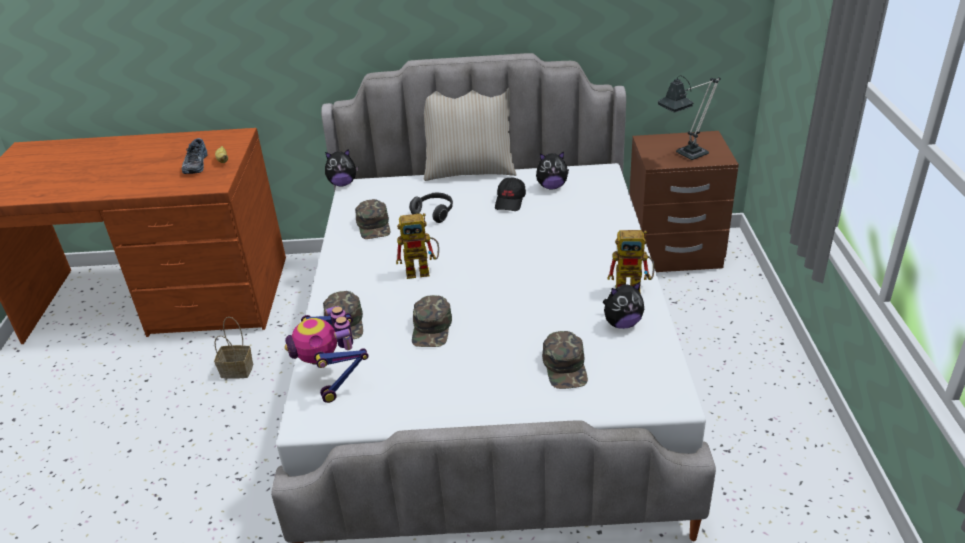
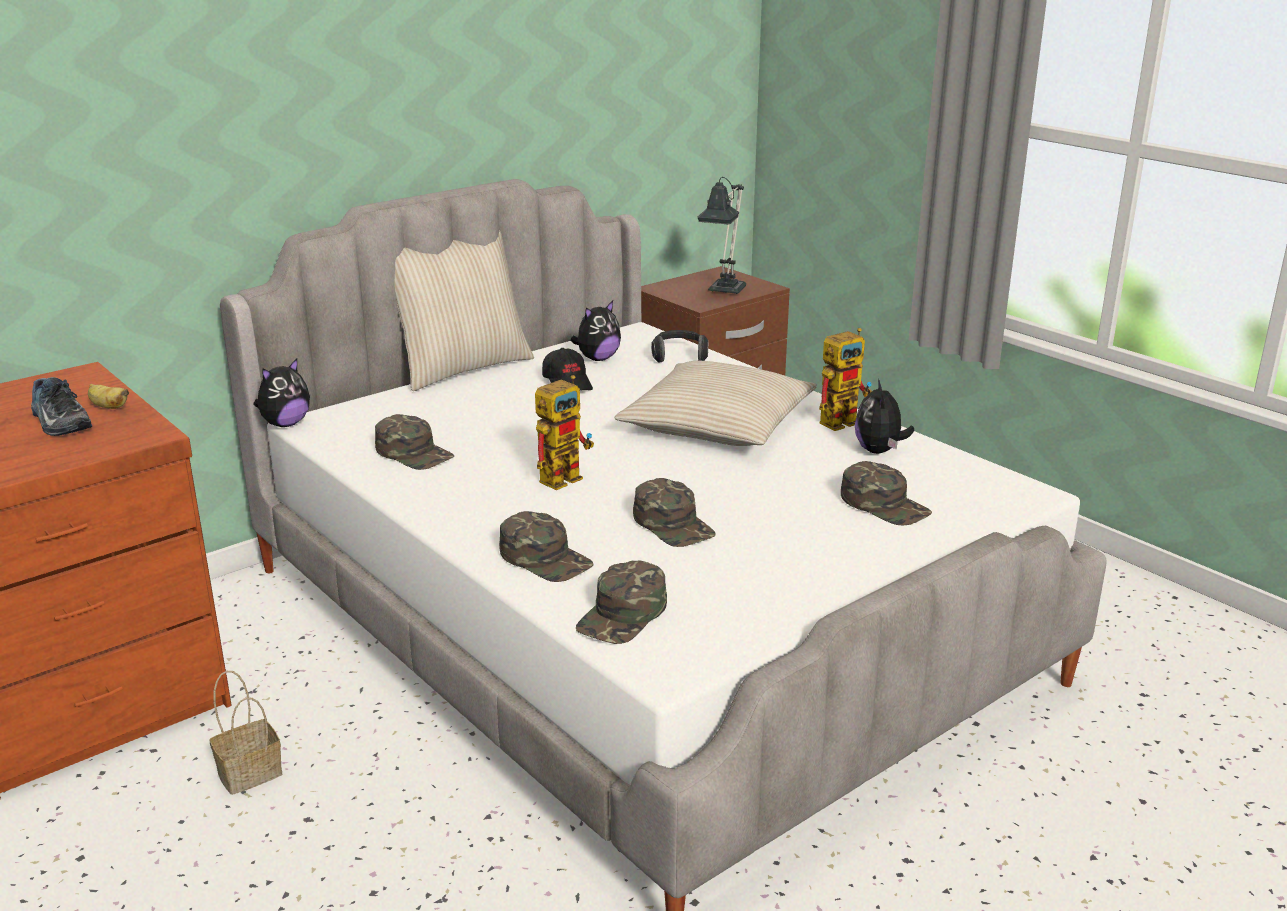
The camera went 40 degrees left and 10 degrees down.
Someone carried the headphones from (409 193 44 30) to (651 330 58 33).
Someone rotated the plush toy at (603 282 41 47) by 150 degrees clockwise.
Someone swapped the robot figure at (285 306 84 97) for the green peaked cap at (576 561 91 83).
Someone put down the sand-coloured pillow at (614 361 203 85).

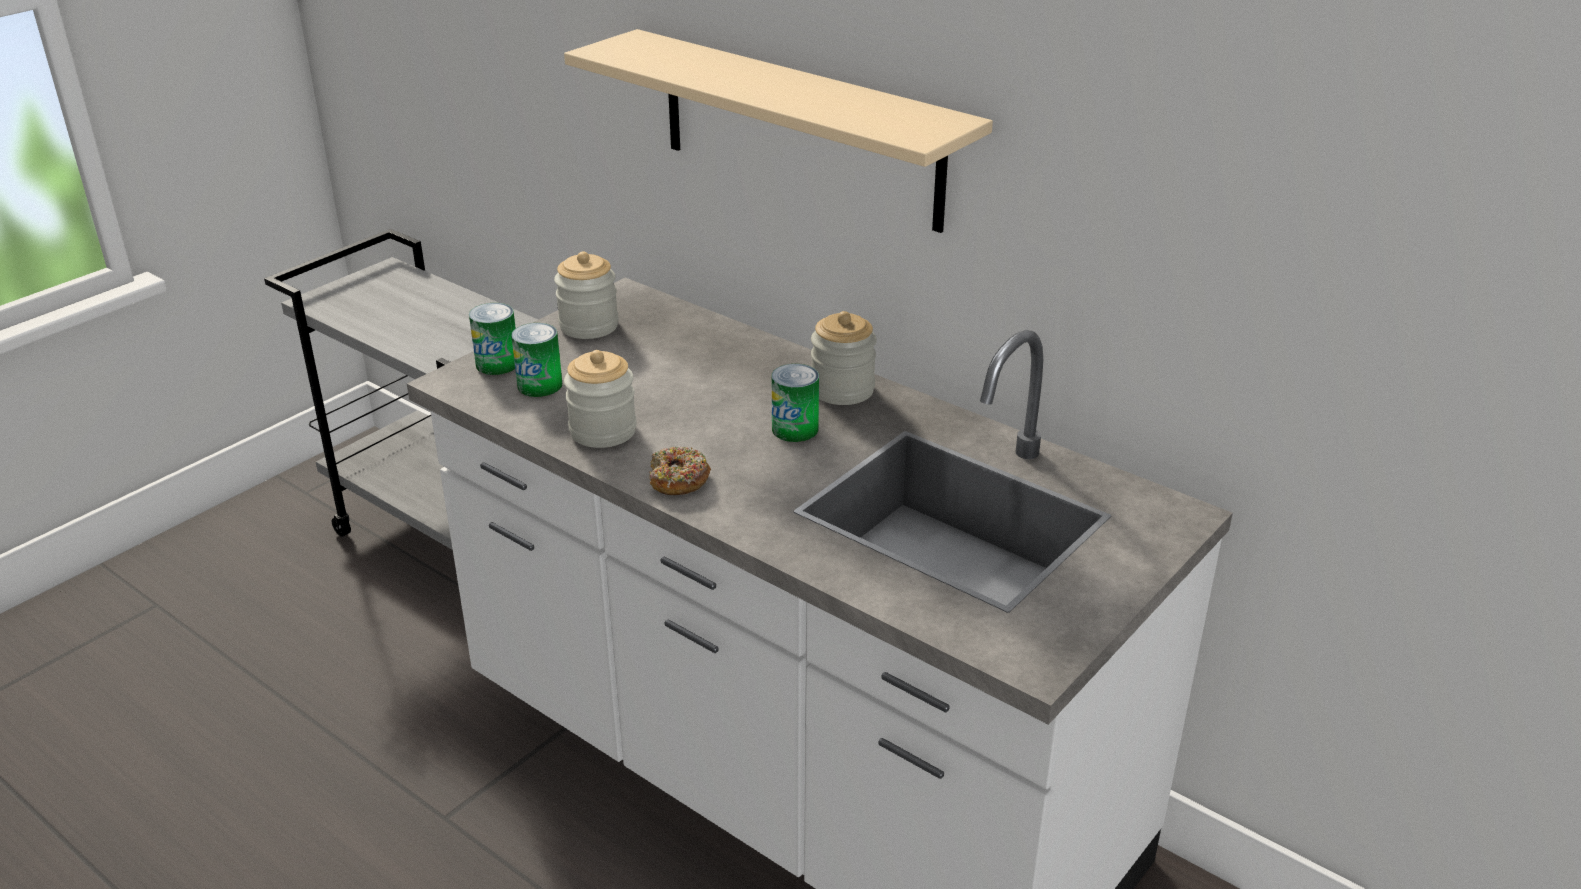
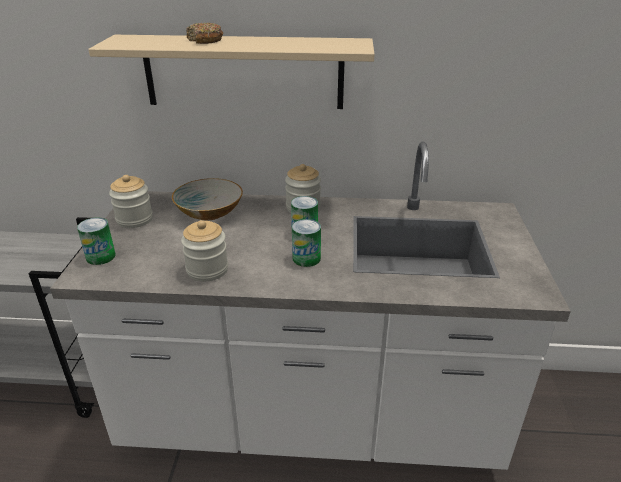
The camera went 35 degrees left and 0 degrees up.
Someone carried the sealed can from (511 323 51 74) to (292 219 29 48).
Someone carried the ring doughnut from (649 446 62 49) to (186 22 37 22).
Someone put down the deep dish at (172 178 71 42).

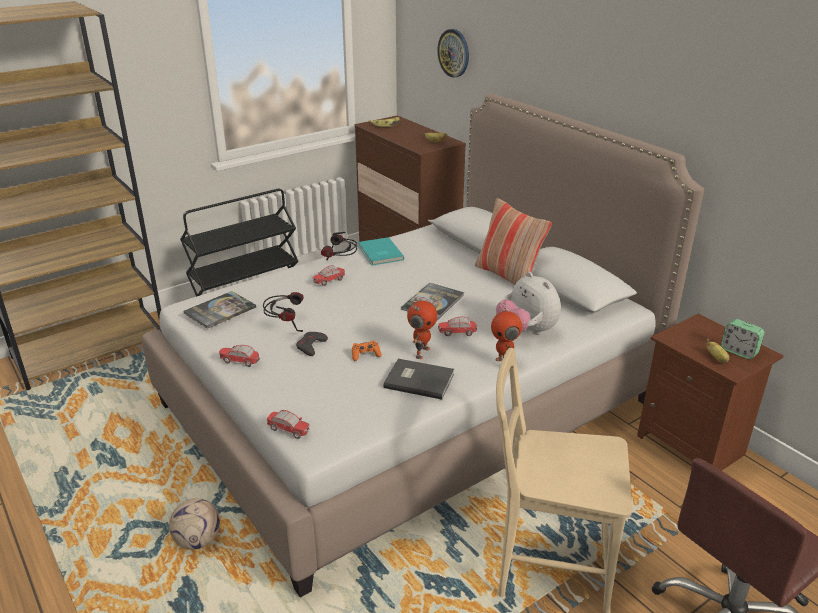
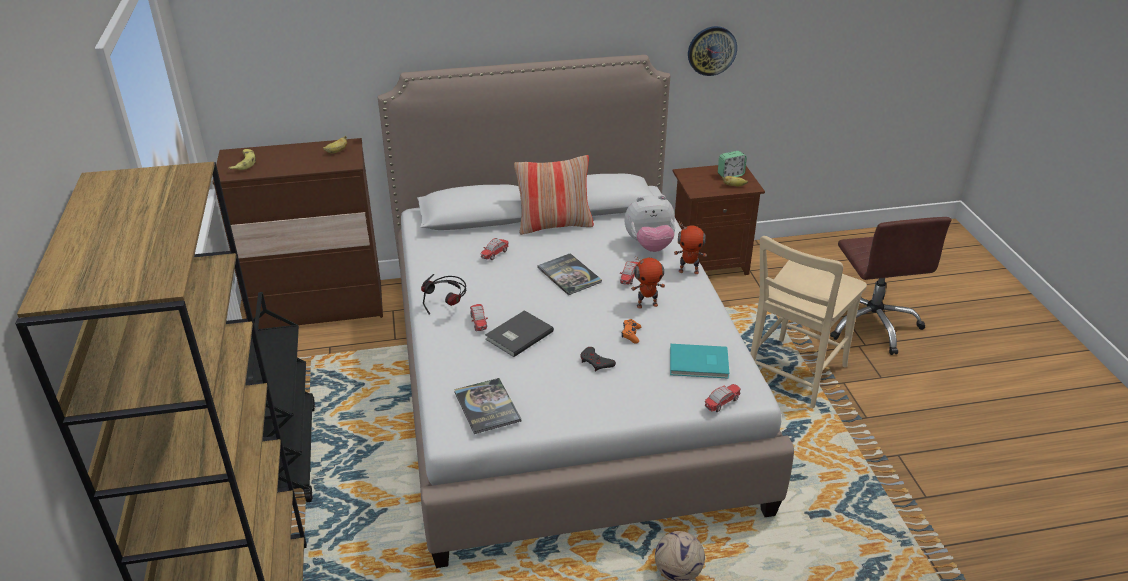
The camera went 65 degrees left and 5 degrees up.
Someone carried the clock on the wall from (437 29 32 48) to (688 26 49 50).
Someone carried the turquoise book from (358 237 46 29) to (670 344 59 35).
Someone took away the headphones at (263 292 41 40).
Someone rotated the robot figure at (407 301 30 58) by 120 degrees clockwise.
Someone carried the model car from (219 345 41 22) to (480 238 28 22).
Someone carried the gray book from (384 359 70 40) to (485 310 69 47).

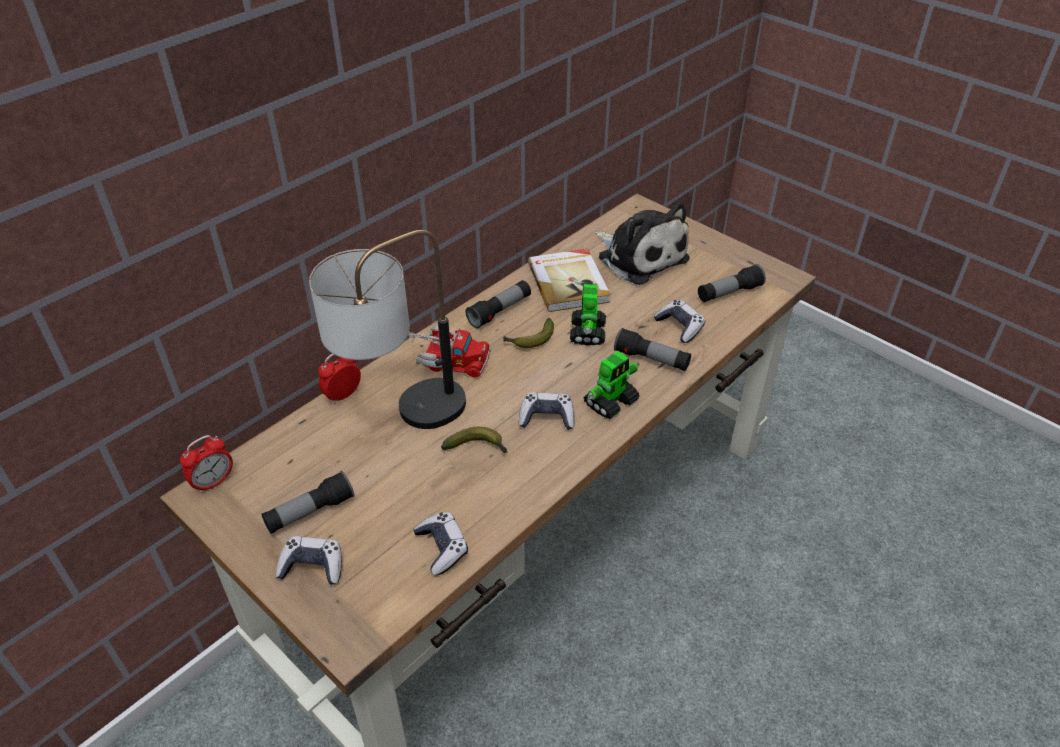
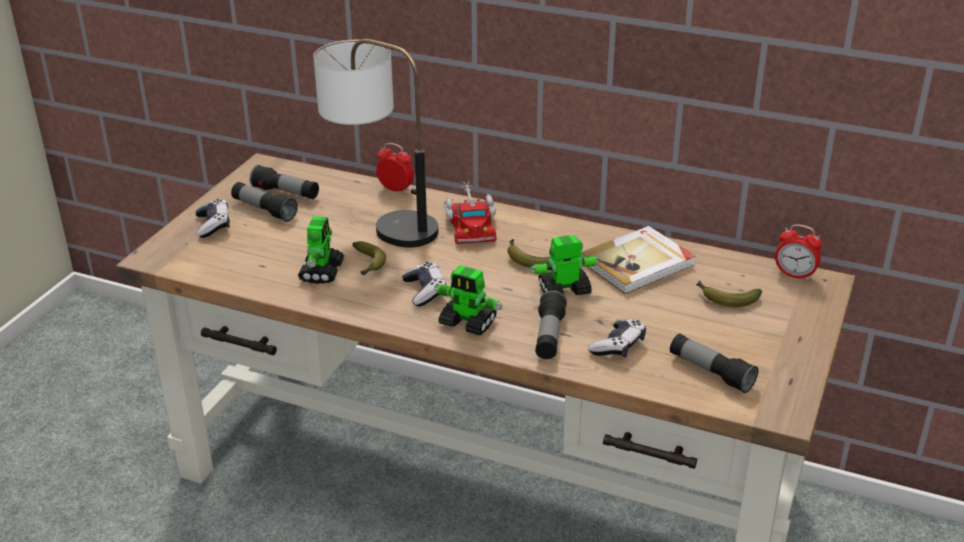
The camera went 70 degrees right and 10 degrees down.
Someone swapped the plush toy at (595 202 95 83) for the banana fruit at (696 281 66 26).
Someone carried the torch from (465 280 66 49) to (250 165 69 34).
Someone carried the bedside clock from (180 435 53 59) to (775 224 47 57).
Someone took away the gamepad at (413 512 55 63).
Someone put down the robot figure at (298 216 46 68).

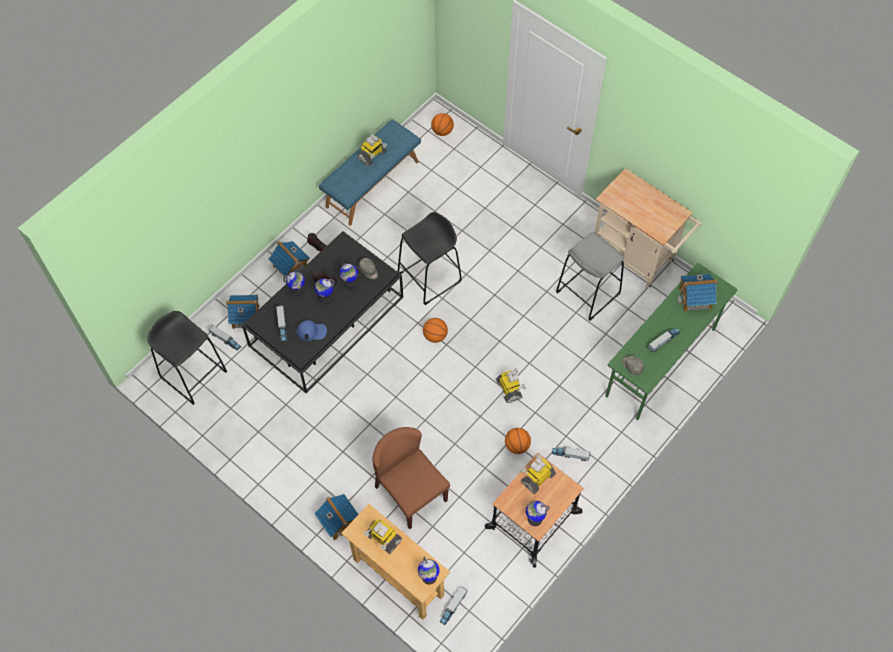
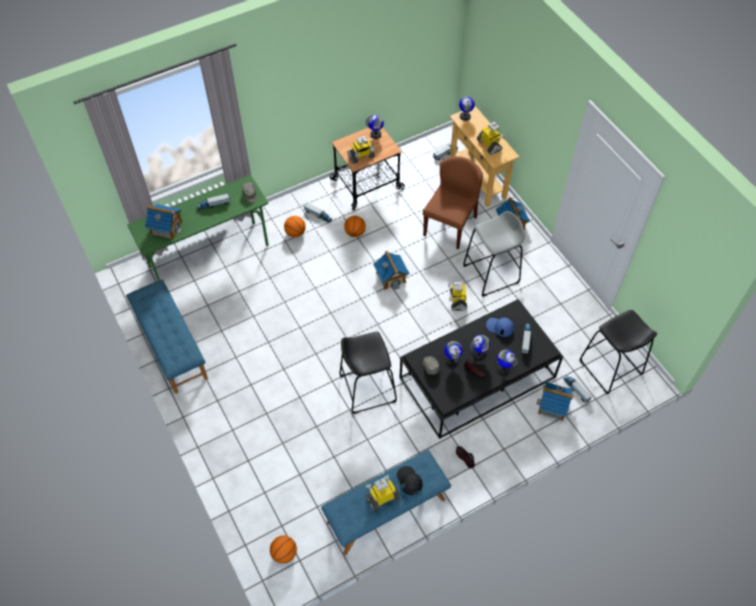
The camera went 160 degrees left and 5 degrees down.
Someone swapped the sand-coloured wheeled cart at (594 168 108 120) for the blue bench at (126 280 82 114).
Someone carried the gray sitting stool from (556 232 68 89) to (463 211 62 86).
Someone carried the model house from (269 241 41 37) to (373 251 37 39).
Someone carried the ball for basketball from (423 318 25 25) to (284 216 22 21).
Someone carried the robot figure from (496 368 30 35) to (448 282 19 29).
Someone rotated the brown-coloured upright chair at (373 427 77 102) by 135 degrees counterclockwise.
Someone put down the black peaked cap at (397 466 26 29).

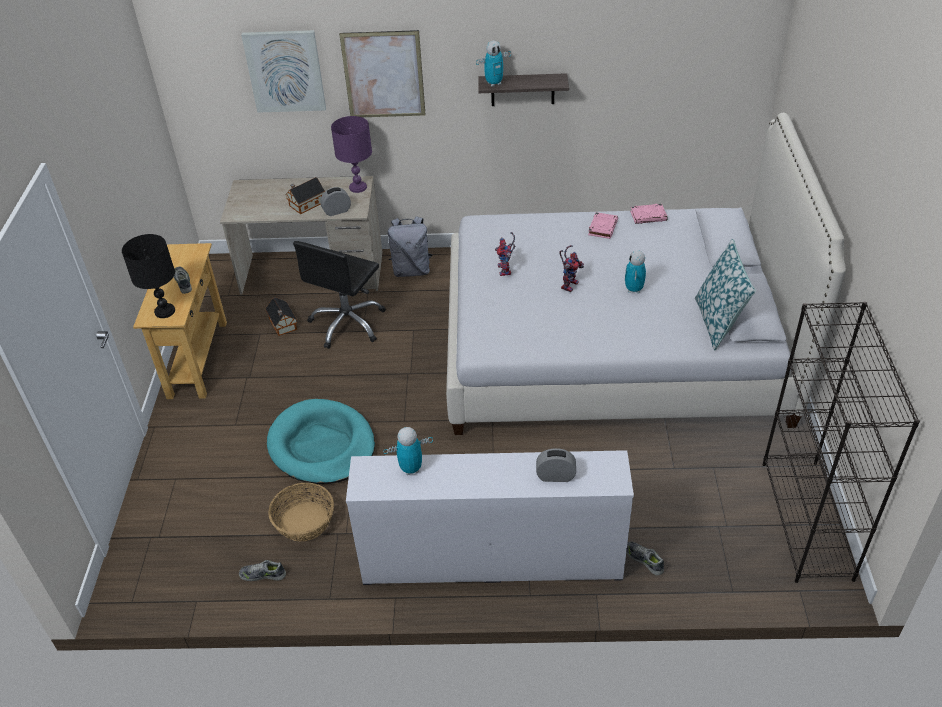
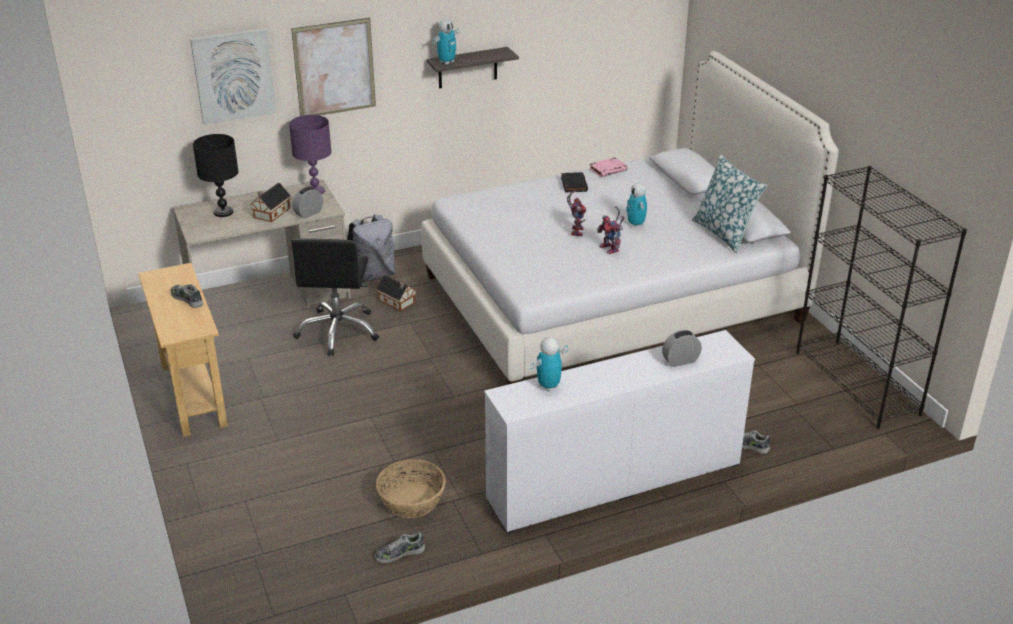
The camera went 25 degrees left and 10 degrees down.
Someone repainted the pinkish book at (588 212 30 27), which became the black book at (561 172 27 20).
Someone carried the robot figure from (495 232 20 44) to (597 206 28 48).
Someone carried the black lamp for a table from (122 234 53 84) to (193 134 45 83).
Someone carried the model house from (265 297 32 39) to (376 275 40 36).
Someone took away the turquoise dog cushion at (267 399 108 85).

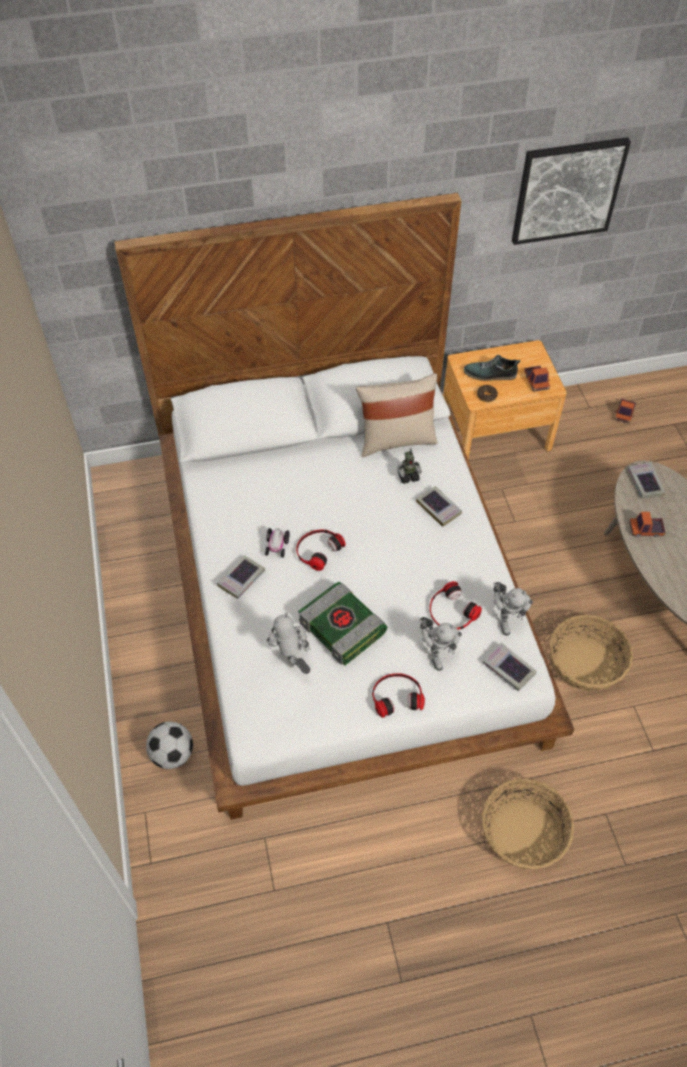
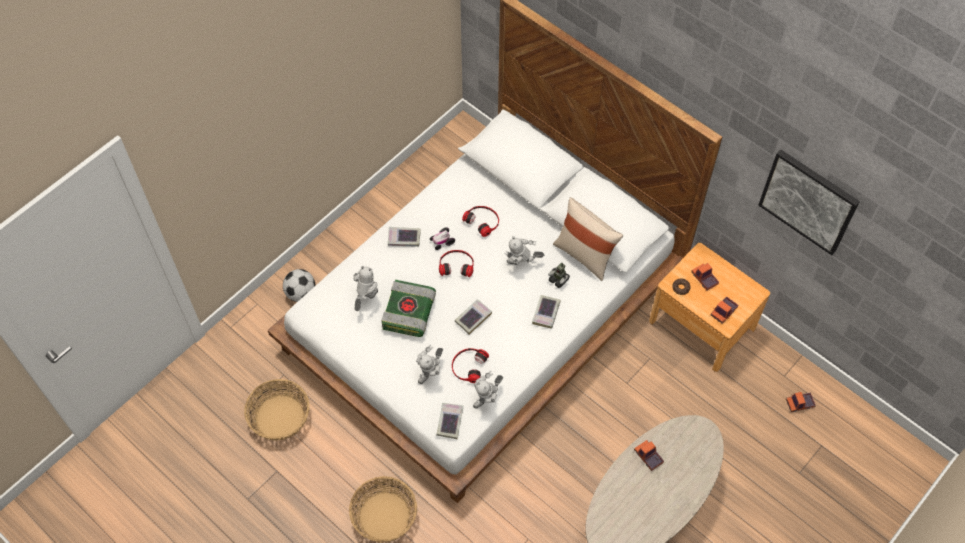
The camera went 55 degrees right and 5 degrees up.
Someone swapped the item of footwear at (464 355 56 26) for the model truck at (691 263 28 27).
Someone carried the book from (628 462 37 36) to (455 299 37 35).
Someone carried the basket from (550 615 83 76) to (244 379 66 62).
Someone carried the headphones from (372 673 53 45) to (462 206 37 31).
Someone put down the robot figure at (504 236 40 29).

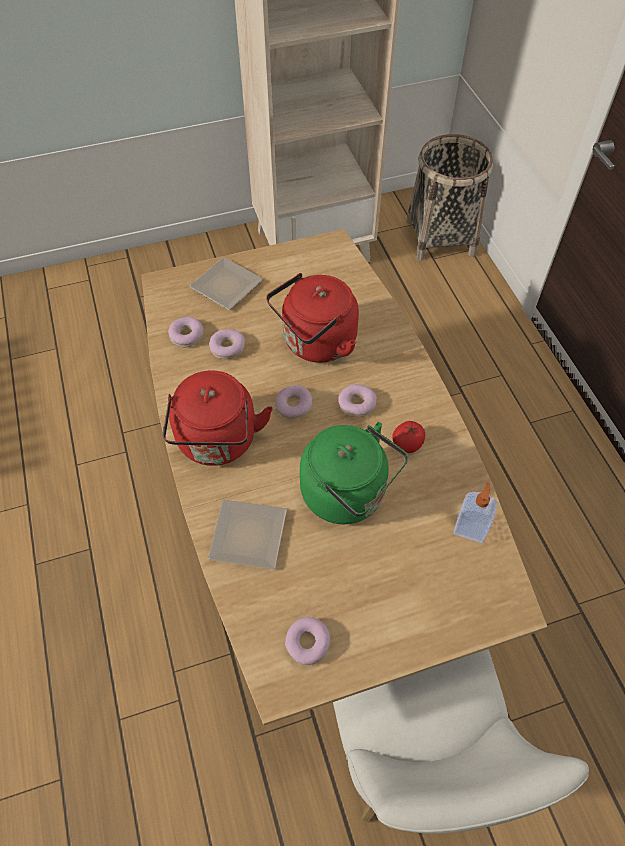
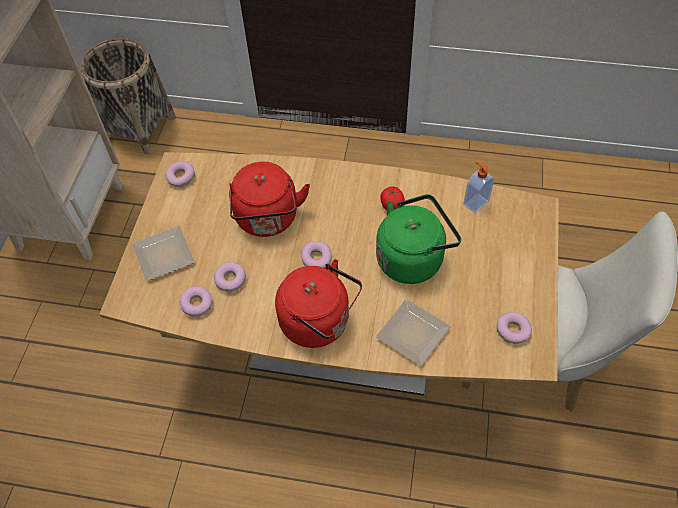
The camera went 60 degrees left and 0 degrees up.
Someone carried the ring doughnut from (338 384 39 33) to (165 161 30 26).

